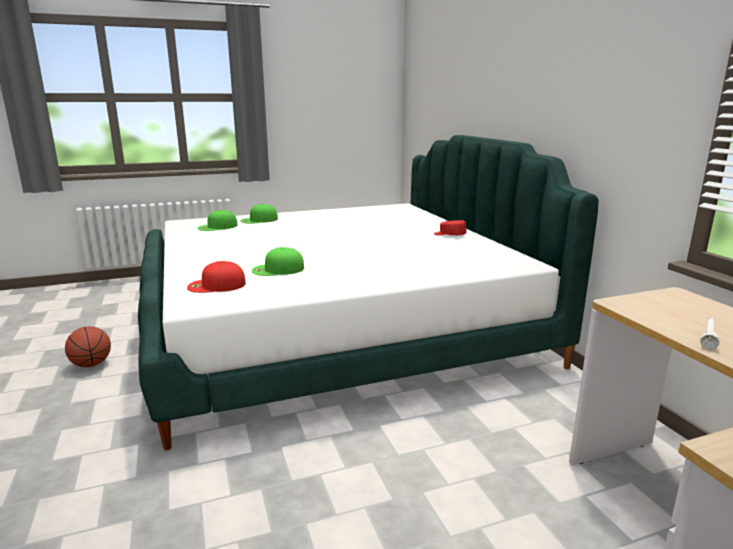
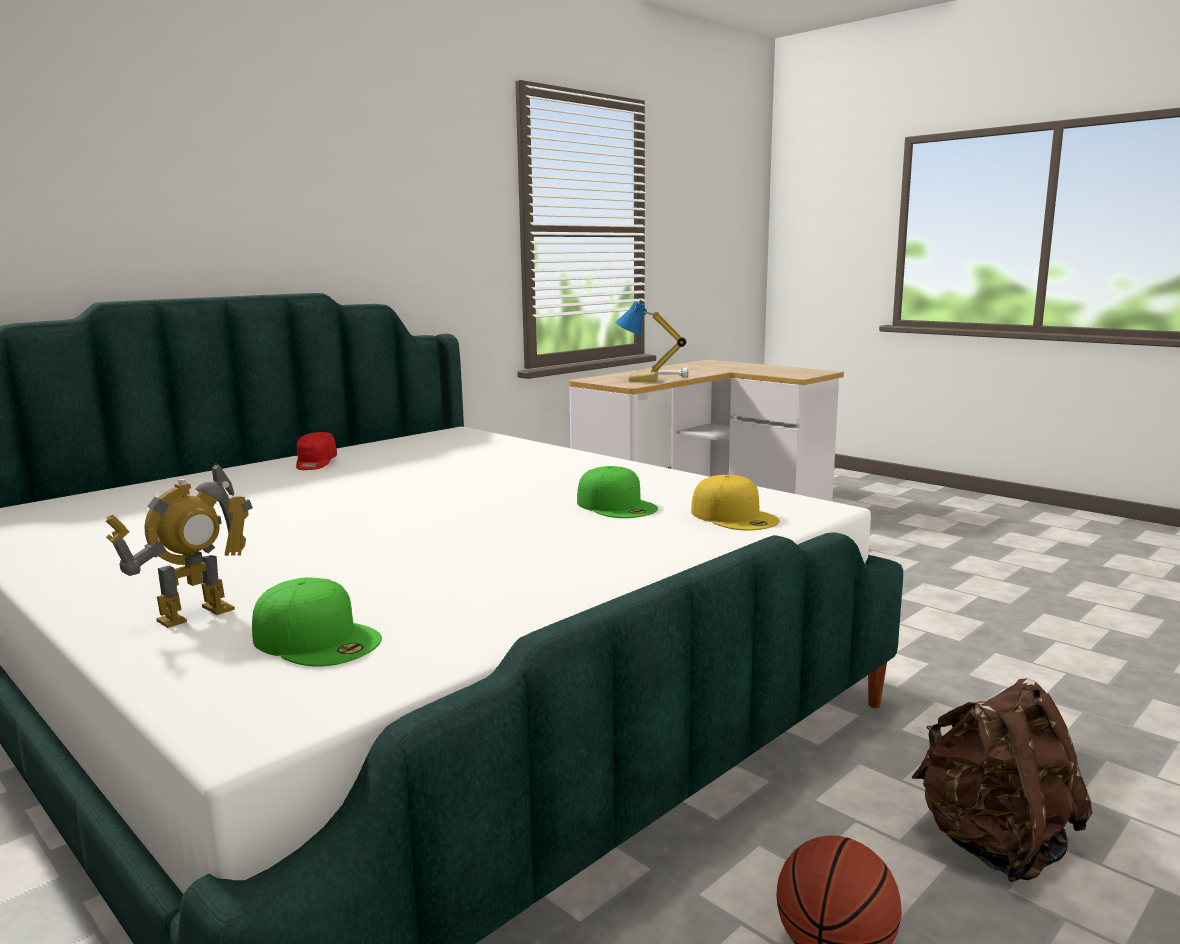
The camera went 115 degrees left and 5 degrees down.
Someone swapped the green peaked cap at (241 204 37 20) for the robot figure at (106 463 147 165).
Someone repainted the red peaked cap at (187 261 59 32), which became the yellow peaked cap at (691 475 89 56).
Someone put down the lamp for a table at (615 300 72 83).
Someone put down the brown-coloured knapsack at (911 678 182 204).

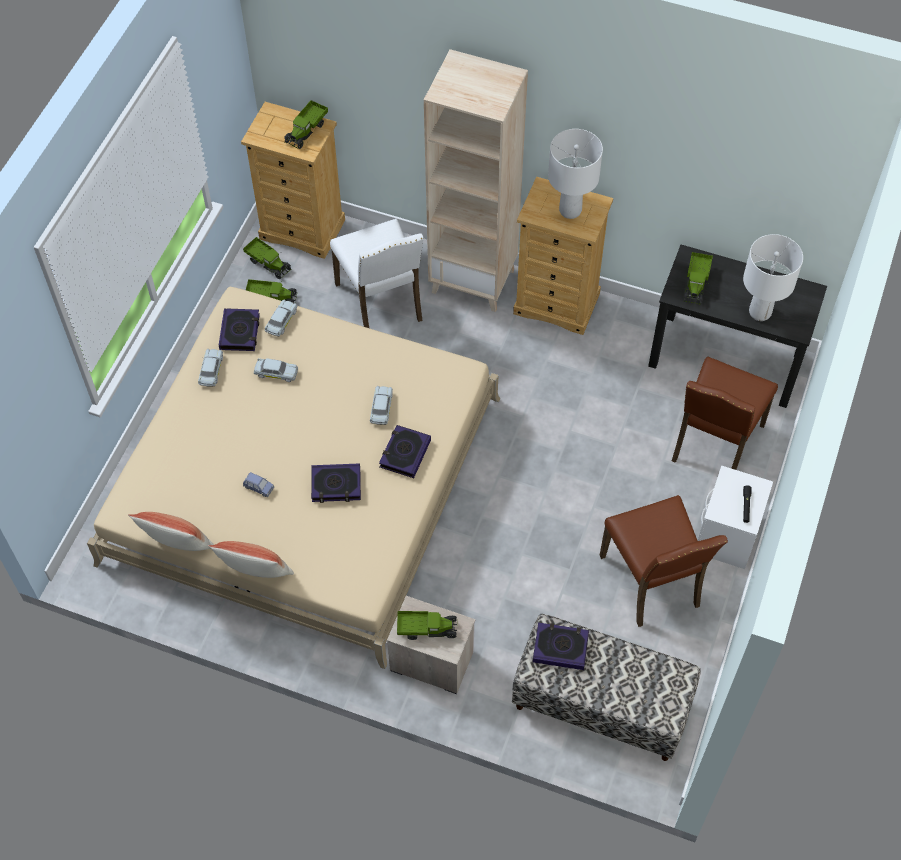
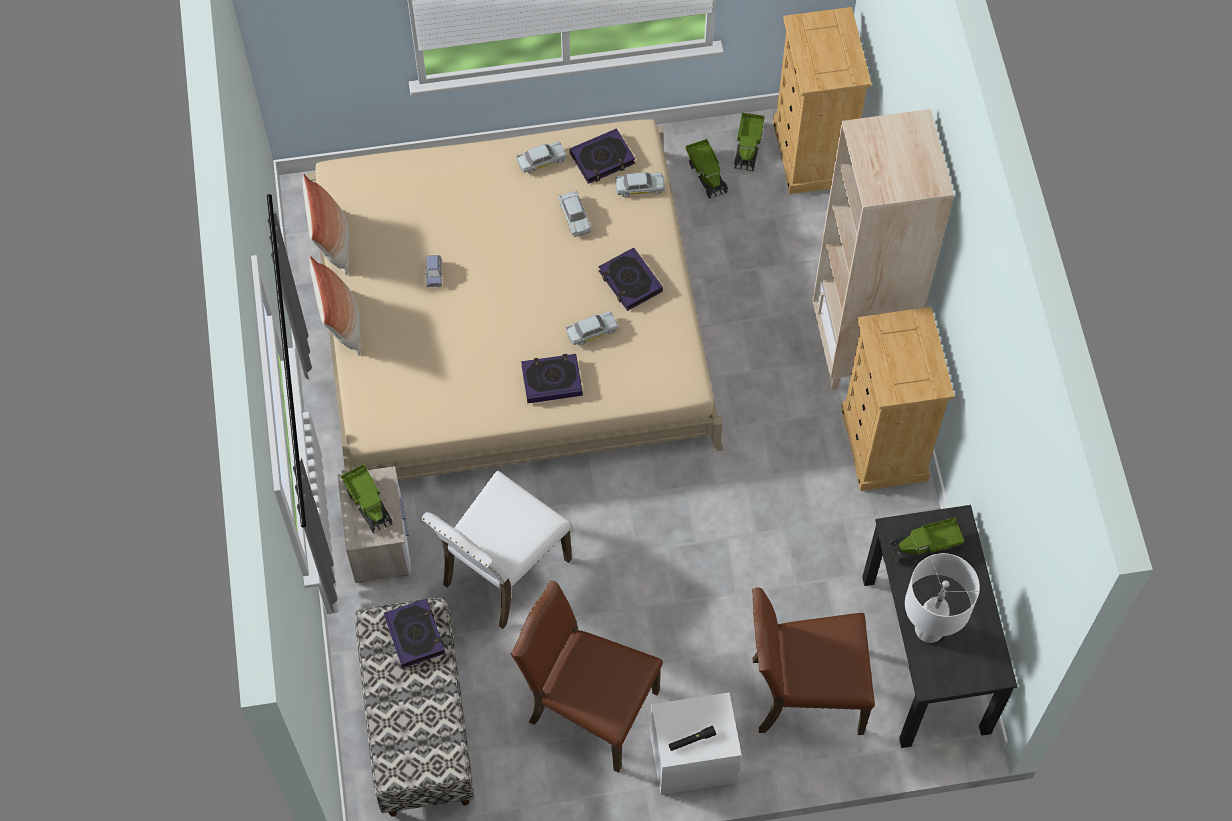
The camera went 60 degrees right and 5 degrees up.
Someone took away the model truck at (284 100 44 49).
Someone took away the white lamp for a table at (548 129 55 90).
Someone carried the white upright chair from (330 219 94 109) to (421 470 151 159).
Someone carried the book from (311 463 50 40) to (598 247 65 64).
Someone rotated the brown-coloured upright chair at (600 495 128 132) by 75 degrees clockwise.

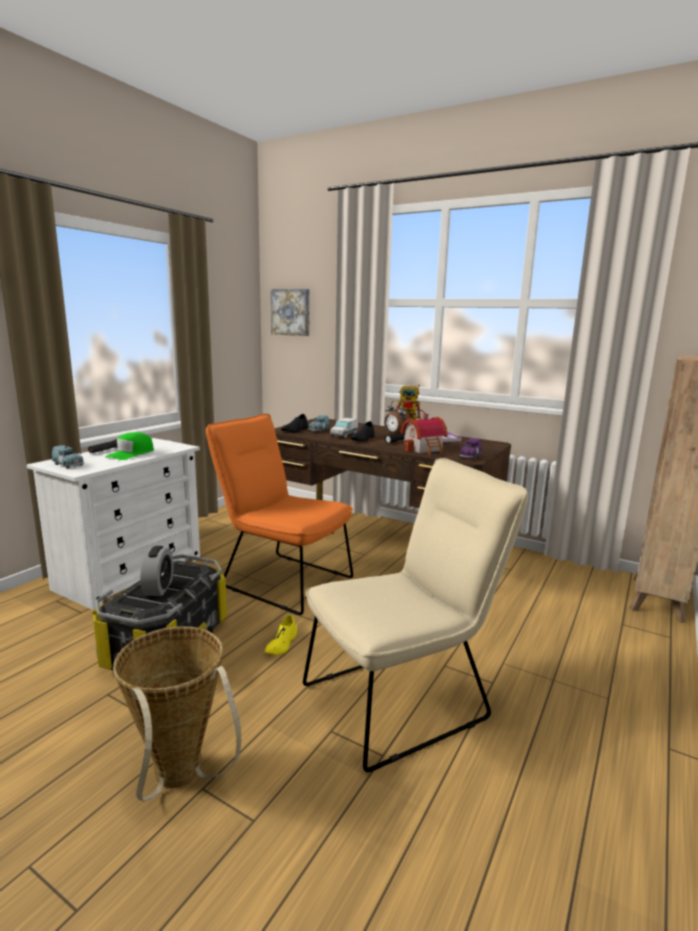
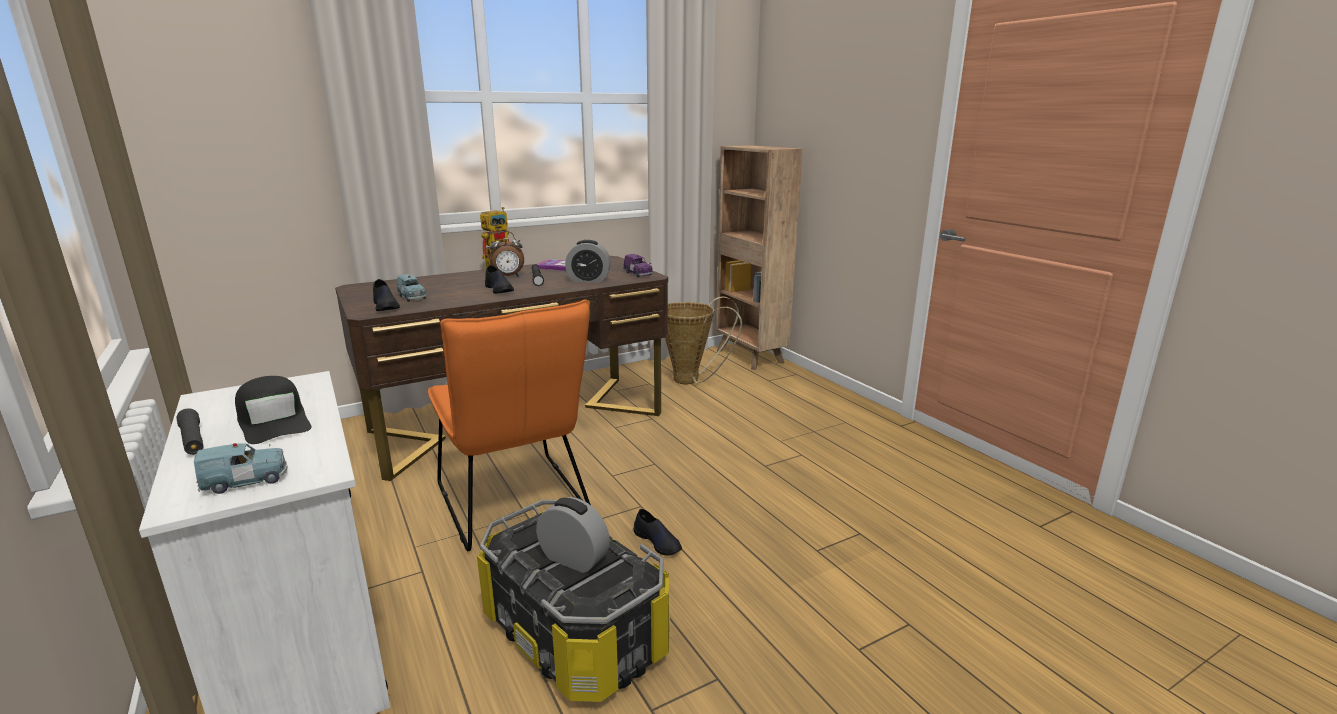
The camera went 60 degrees left and 5 degrees up.
Someone took away the picture at (271 289 39 47).
Someone swapped the model house at (401 413 46 42) for the bedside clock at (565 240 46 42).
Someone rotated the orange-coloured upright chair at (206 414 147 201) by 90 degrees counterclockwise.
Someone took away the model truck at (330 418 28 21).
Someone repainted the green peaked cap at (105 432 49 28), which became the black peaked cap at (235 376 76 68).
Someone took away the sand-coloured upright chair at (303 458 225 314).
Someone repainted the yellow item of footwear at (265 615 32 40), which became the black item of footwear at (634 509 48 47).
Someone carried the basket from (113 626 128 176) to (665 296 77 88).

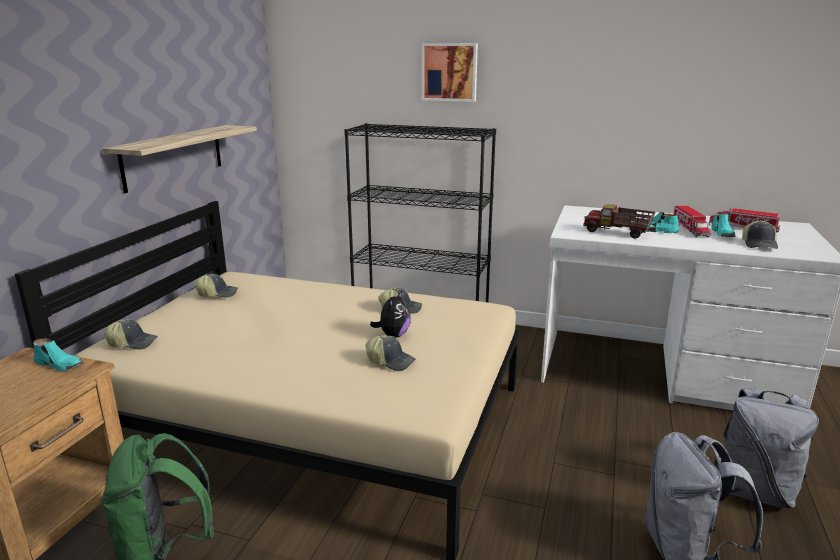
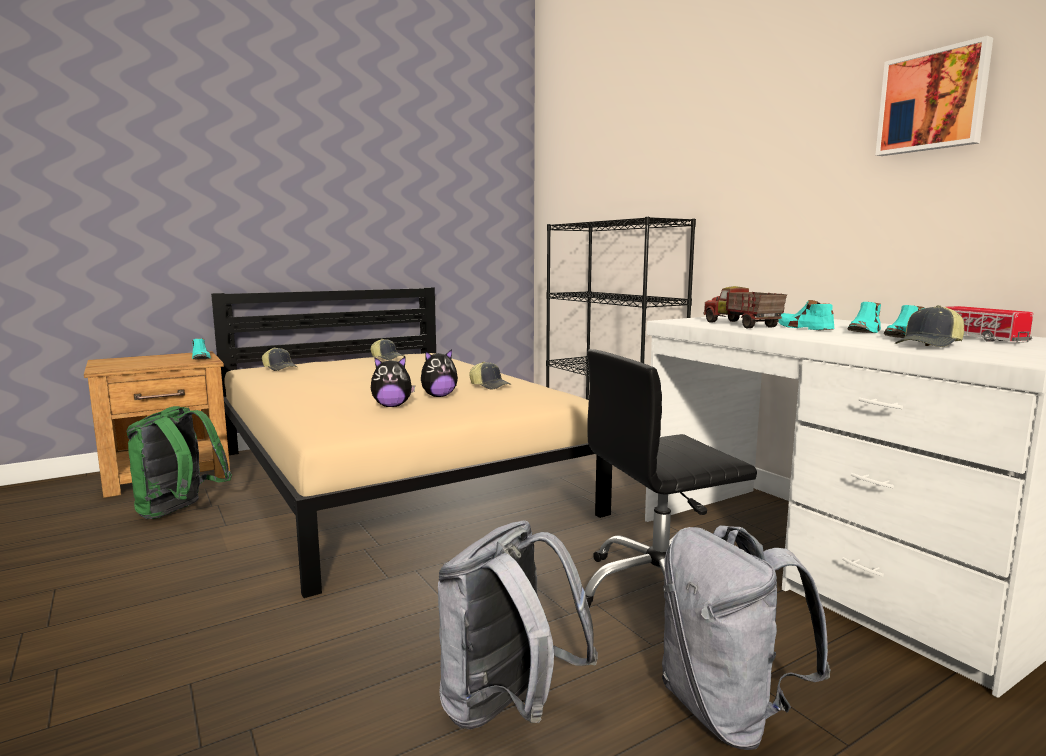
The camera went 40 degrees right and 10 degrees down.
Someone carried the picture from (422 43 56 59) to (875 36 118 120).
Someone took away the shelf at (102 125 155 68).
Someone swapped the model truck at (674 205 37 32) for the turquoise item of footwear at (847 302 34 31).
Someone swapped the peaked cap at (365 335 51 36) for the plush toy at (371 357 44 50).
Someone put down the black computer chair at (585 349 172 258).

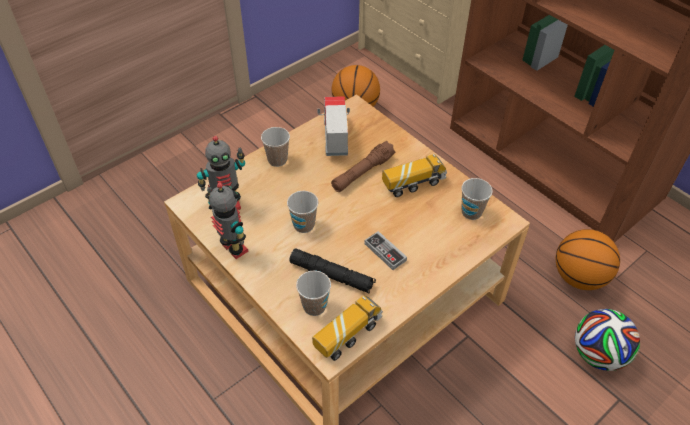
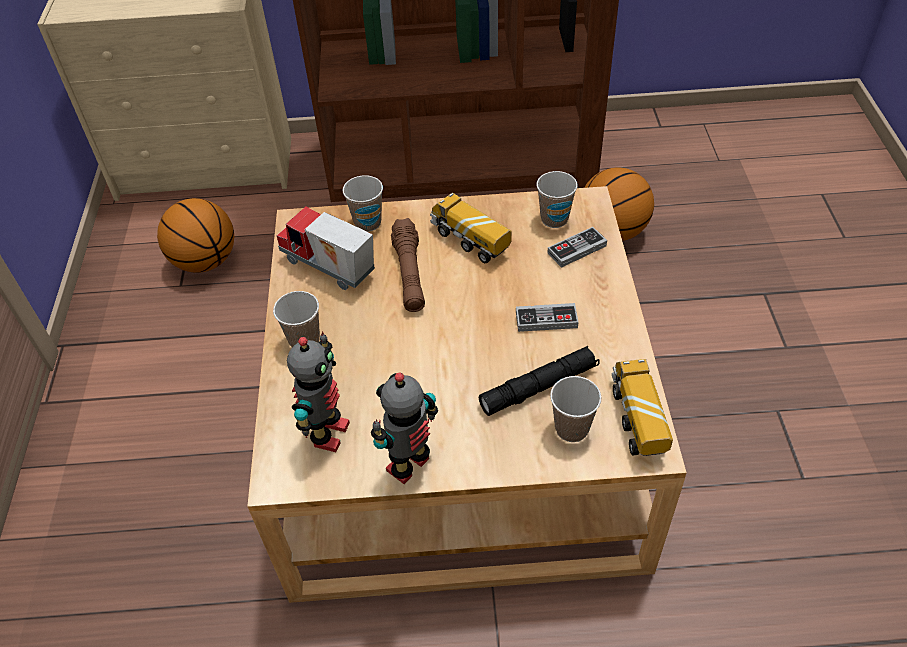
The camera went 50 degrees left and 0 degrees up.
Someone rotated the model truck at (382 154 65 43) by 60 degrees counterclockwise.
Someone rotated the robot figure at (205 183 43 76) by 45 degrees counterclockwise.
Someone carried the small cup from (287 191 31 42) to (343 175 40 57).
Someone took away the ball for football at (575 309 65 62).
Someone put down the gamepad at (547 227 60 41).

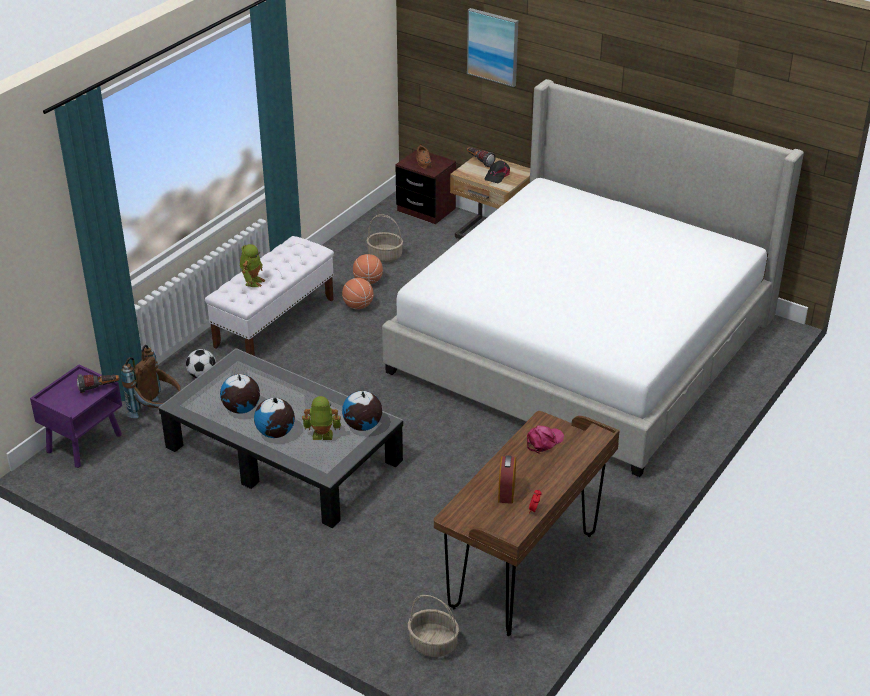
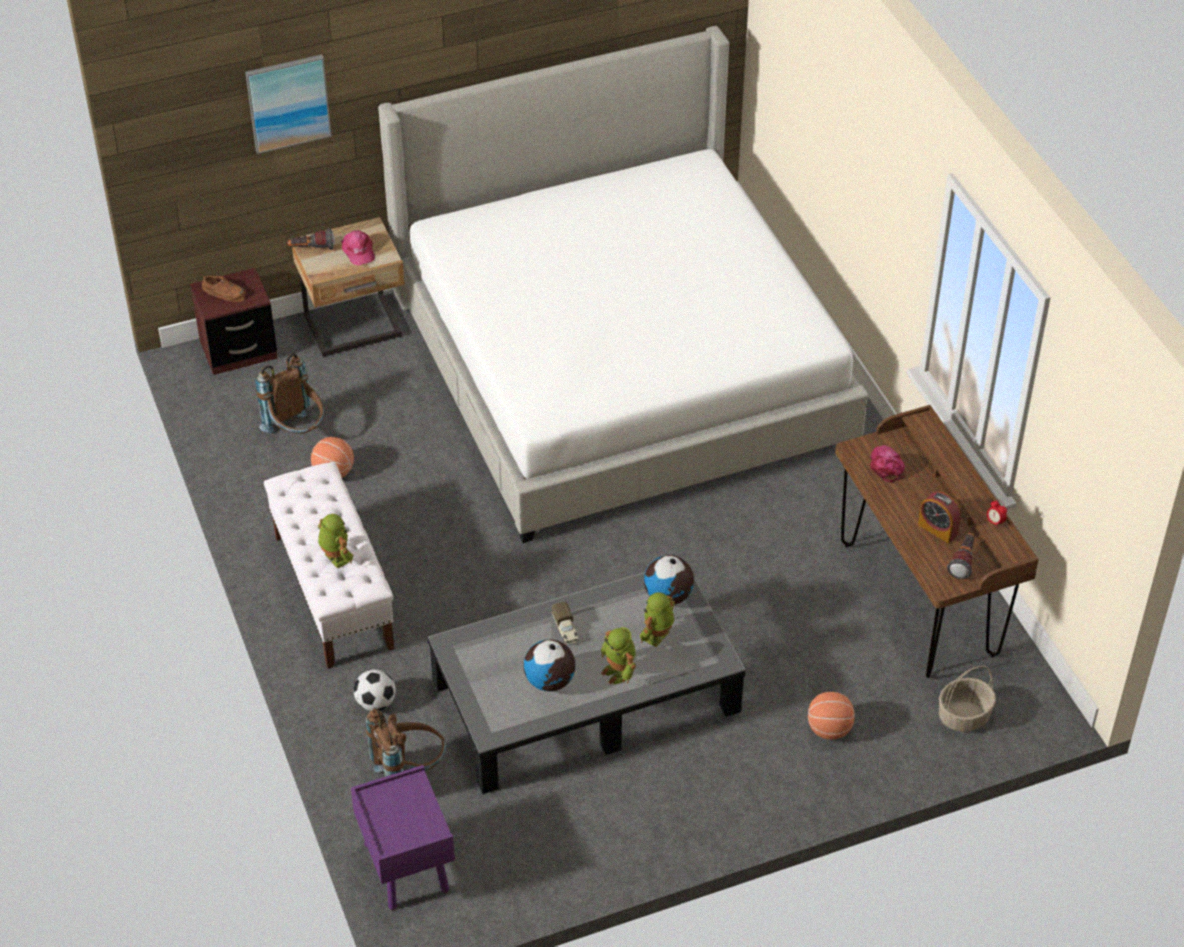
The camera went 55 degrees left and 10 degrees up.
Someone repainted the black peaked cap at (485 160 25 23), which became the pinkish peaked cap at (341 230 34 35).
Someone swapped the basket at (366 214 37 48) for the brown-coloured knapsack at (255 353 69 81).
Someone carried the ball for basketball from (342 278 32 31) to (808 692 47 48).
Someone carried the torch from (77 374 42 19) to (947 533 28 46).
Someone swapped the desk globe at (254 398 41 40) for the robot figure at (601 627 35 58).
Someone put down the model truck at (552 602 27 42).

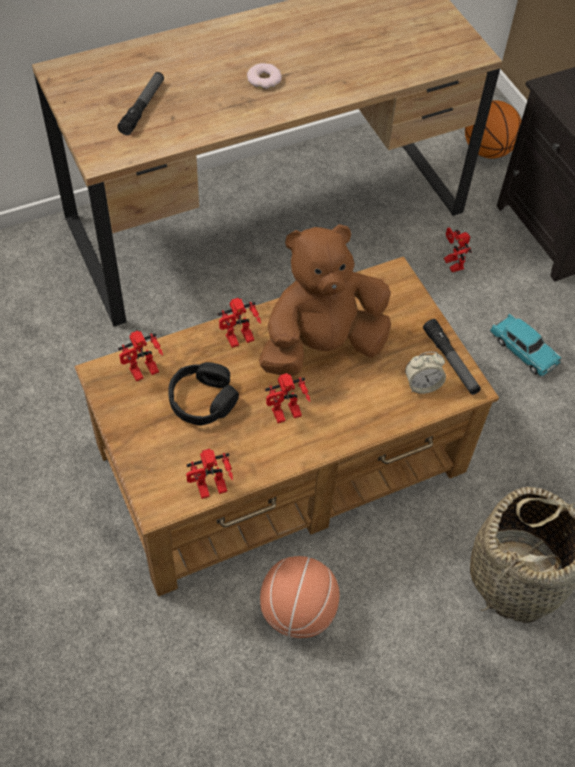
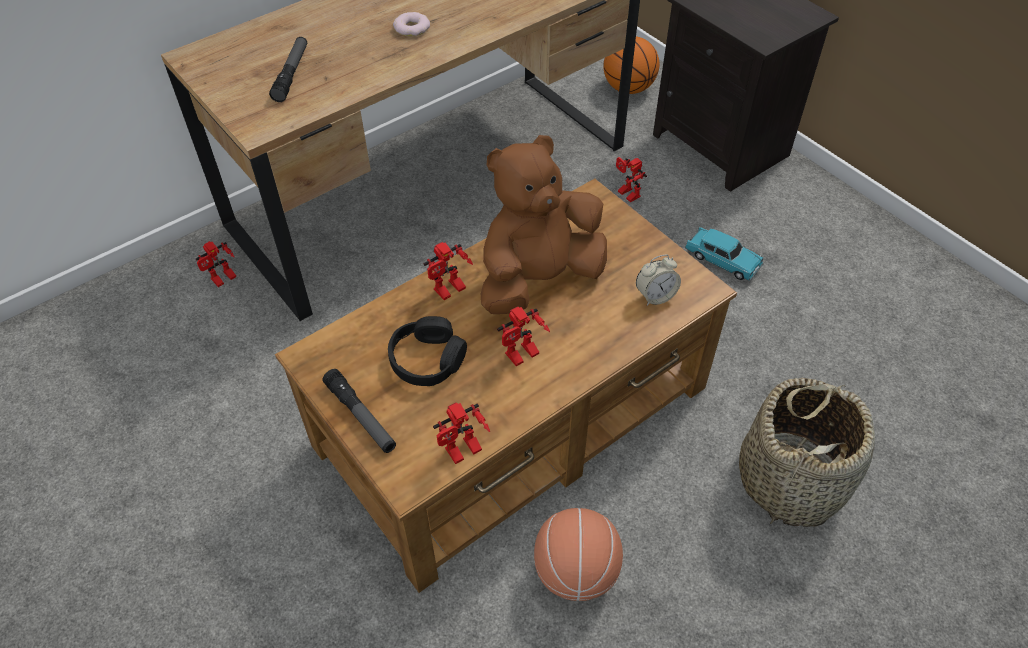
The camera went 10 degrees left and 5 degrees down.
Someone carried the torch from (423 319 58 76) to (323 369 73 84).
Someone carried the robot figure from (118 330 45 52) to (196 241 40 46).

